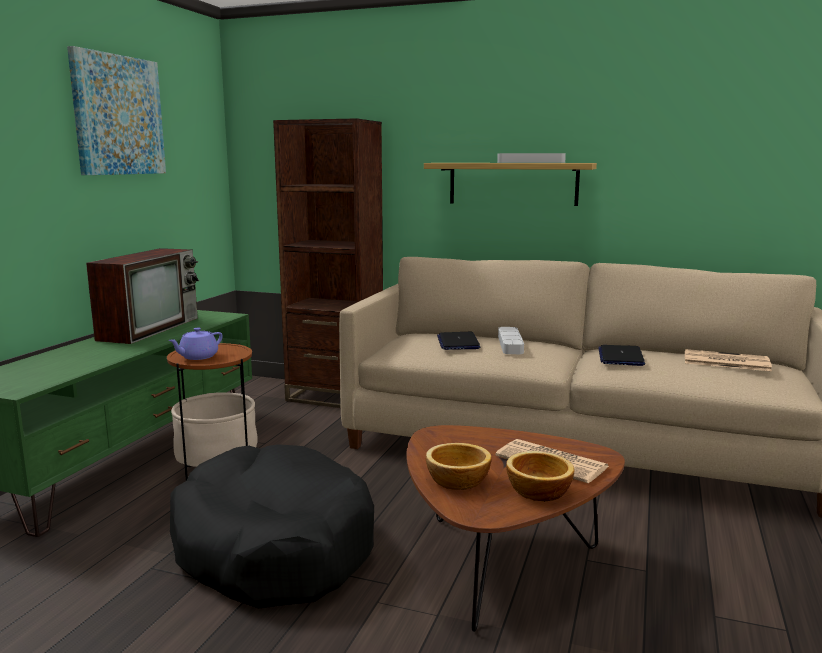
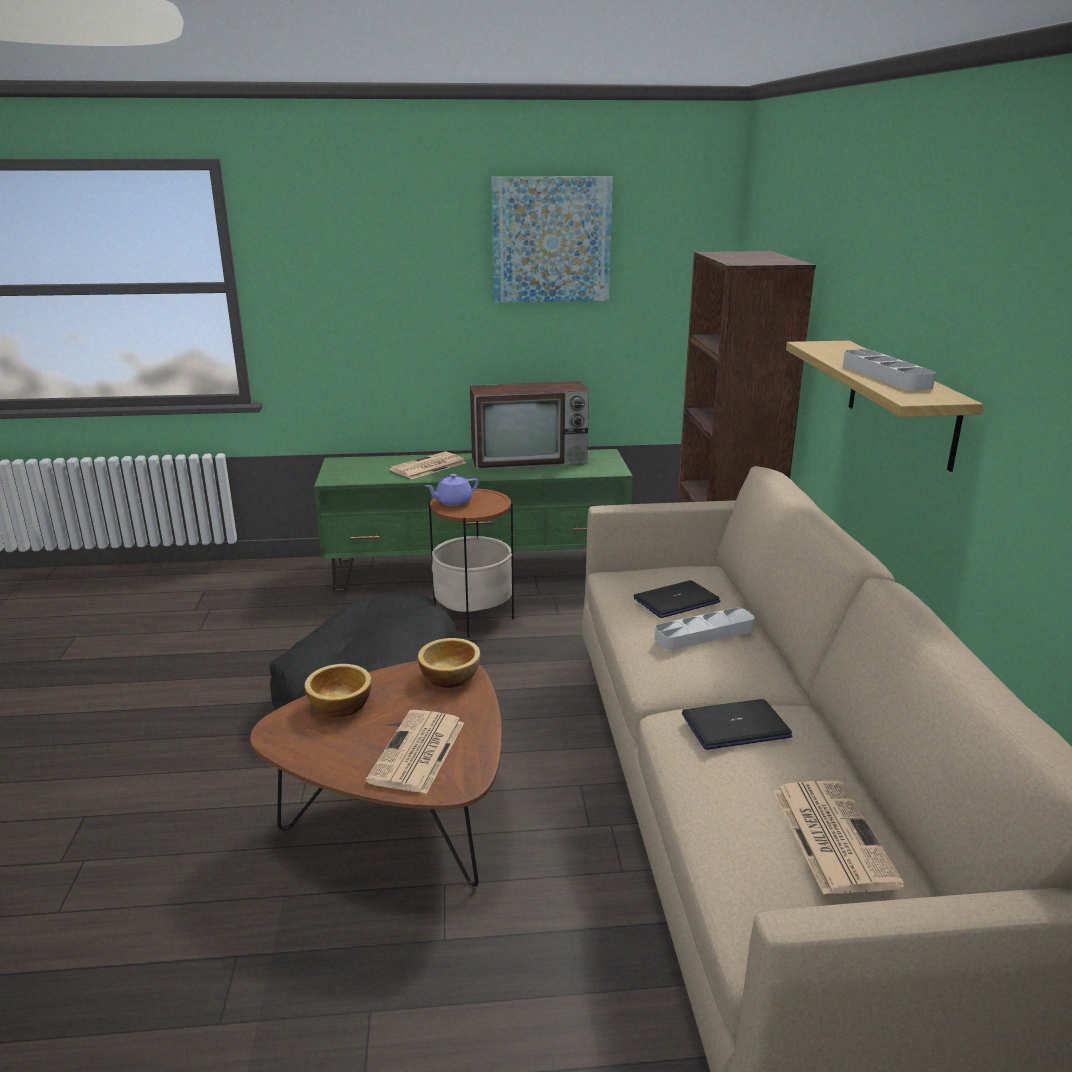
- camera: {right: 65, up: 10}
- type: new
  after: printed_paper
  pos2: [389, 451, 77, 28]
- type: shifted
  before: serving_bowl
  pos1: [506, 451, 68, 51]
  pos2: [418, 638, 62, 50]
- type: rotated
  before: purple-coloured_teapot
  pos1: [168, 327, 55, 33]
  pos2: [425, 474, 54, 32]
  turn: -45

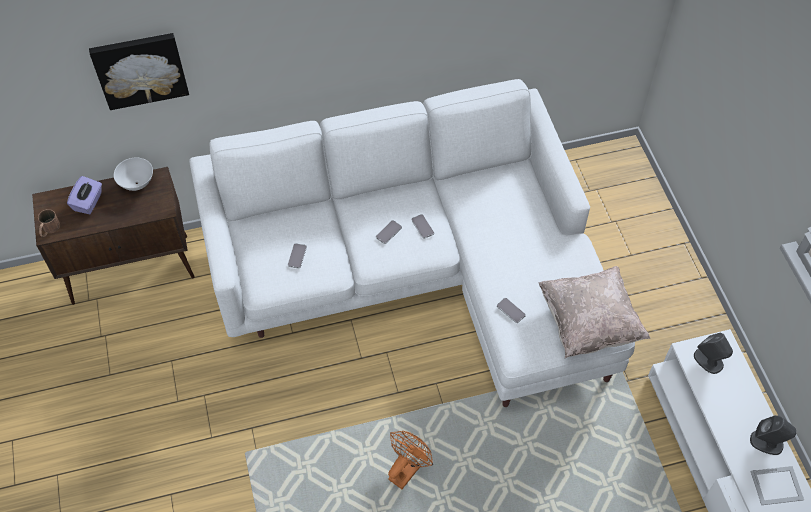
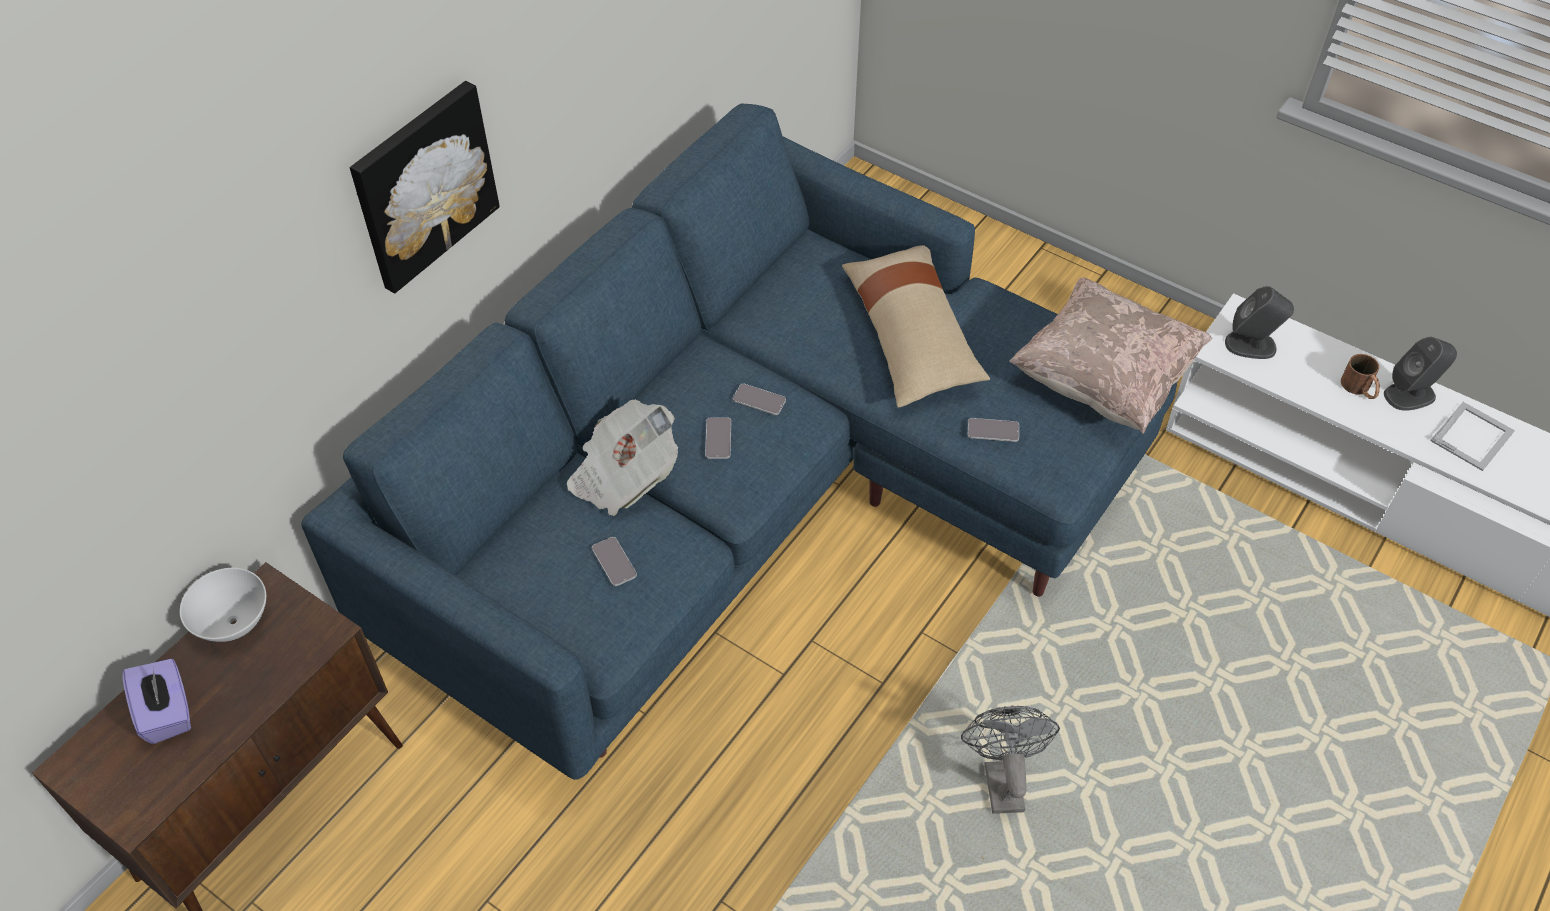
- camera: {right: -40, up: -5}
- type: repainted
  before: whitish_couch
  after: bluish_couch
  pos1: [189, 79, 446, 328]
  pos2: [301, 104, 876, 676]
- type: shifted
  before: wall_art
  pos1: [89, 33, 100, 77]
  pos2: [350, 81, 150, 213]
- type: new
  after: printed_paper
  pos2: [567, 399, 111, 117]
- type: new
  after: beige-coloured_pillow
  pos2: [842, 245, 148, 163]
- type: repainted
  before: orange-coloured_electric_fan
  after: gray_electric_fan
  pos1: [388, 431, 45, 58]
  pos2: [961, 706, 99, 108]
- type: shifted
  before: brownish_tea_mug
  pos1: [38, 209, 22, 28]
  pos2: [1341, 354, 39, 45]

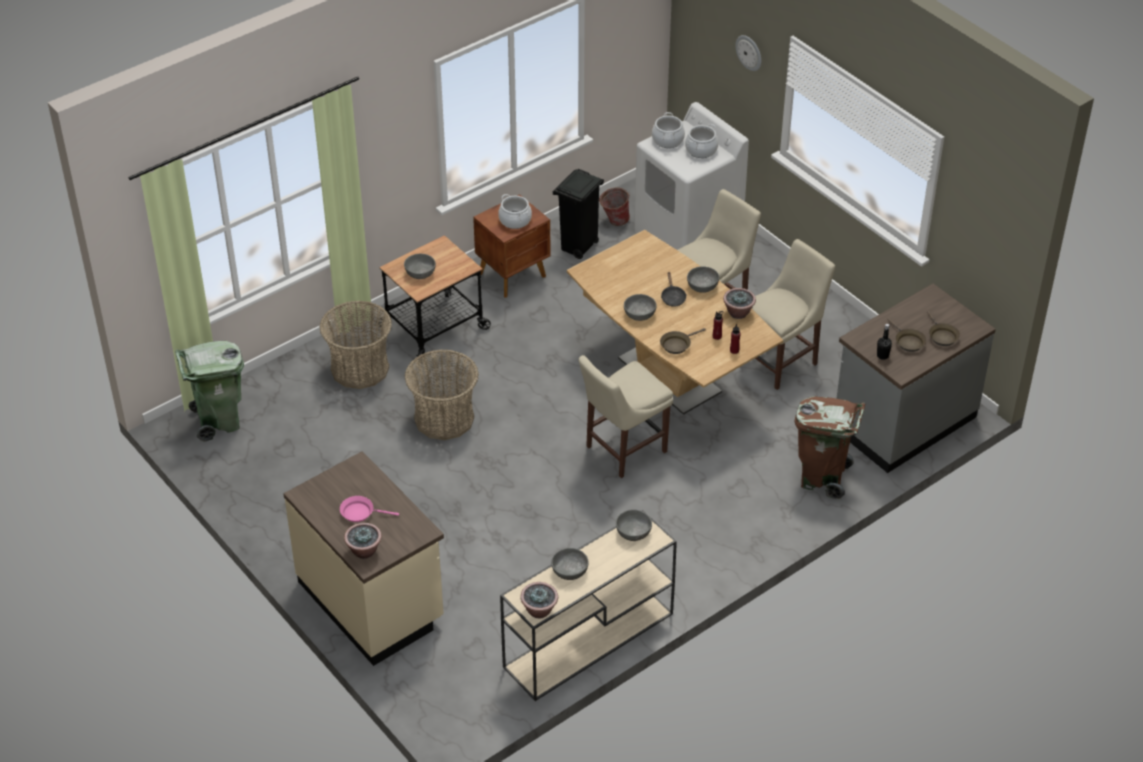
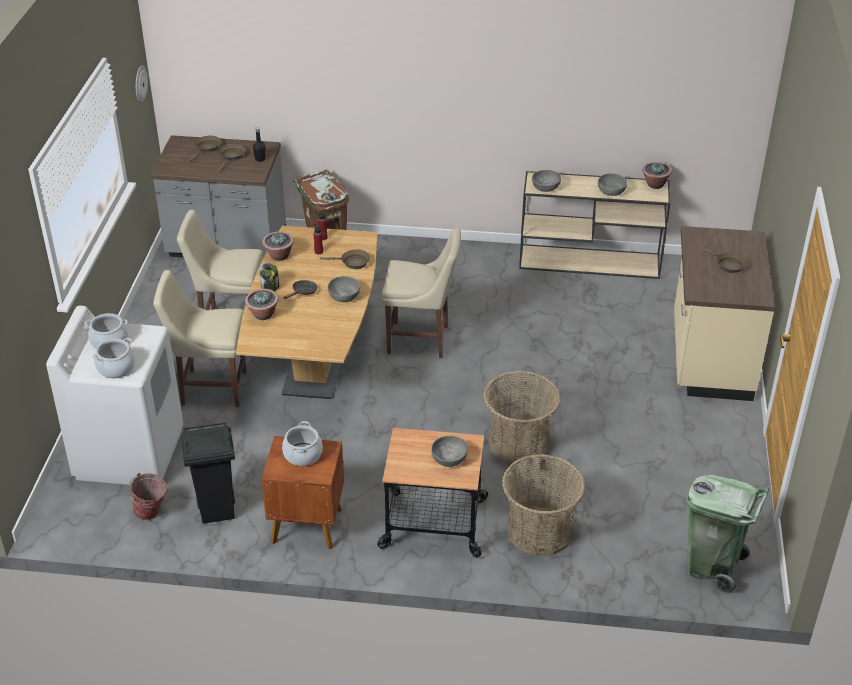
- camera: {right: -135, up: -5}
- type: shifted
  before: hanging_clock
  pos1: [735, 35, 26, 36]
  pos2: [136, 65, 12, 38]
- type: shifted
  before: houseplant
  pos1: [344, 523, 38, 36]
  pos2: [245, 289, 34, 31]
- type: swapped
  before: gray_serving_bowl
  after: preserve_jar
  pos1: [687, 266, 32, 27]
  pos2: [259, 263, 20, 28]
- type: repainted
  before: pink_skillet
  after: brownish_skillet
  pos1: [340, 496, 59, 26]
  pos2: [701, 247, 46, 26]

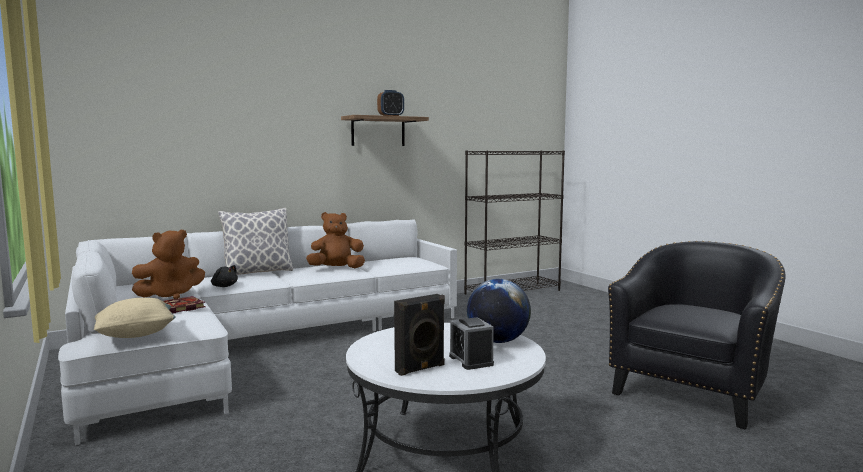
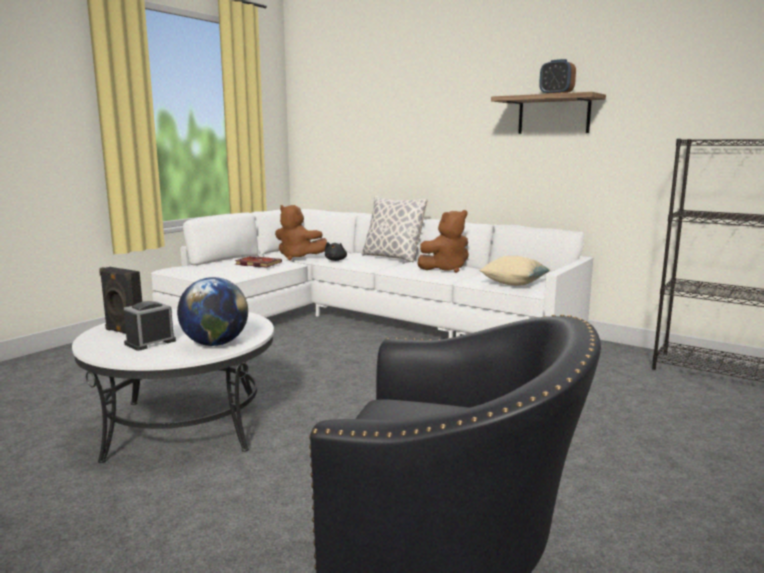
- camera: {right: 65, up: 5}
- type: rotated
  before: brownish_soft_toy
  pos1: [306, 212, 59, 56]
  pos2: [417, 210, 52, 63]
  turn: 105
- type: shifted
  before: beige-coloured_pillow
  pos1: [94, 298, 82, 40]
  pos2: [479, 256, 71, 30]

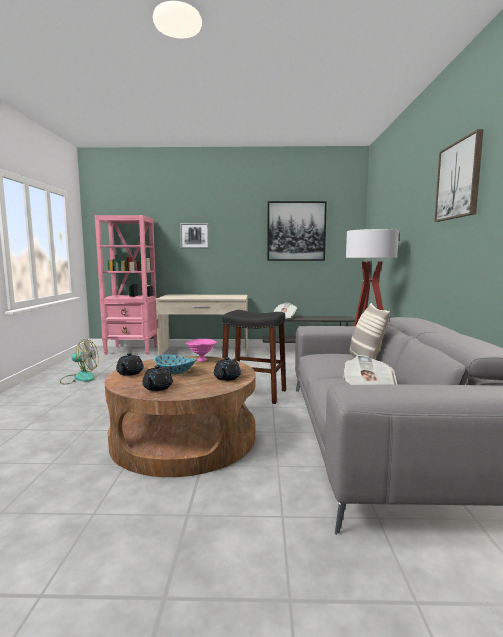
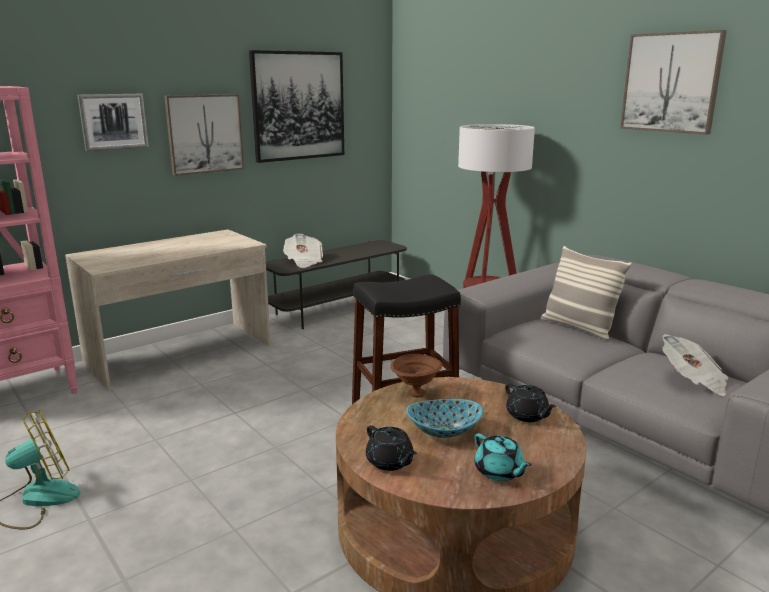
- camera: {right: -40, up: 10}
- type: new
  after: wall_art
  pos2: [164, 94, 80, 82]
- type: repainted
  before: pink_serving_bowl
  after: brownish_serving_bowl
  pos1: [186, 339, 31, 23]
  pos2: [391, 354, 51, 43]
- type: repainted
  before: black-coloured_teapot
  after: turquoise-coloured_teapot
  pos1: [142, 365, 31, 26]
  pos2: [474, 433, 57, 48]

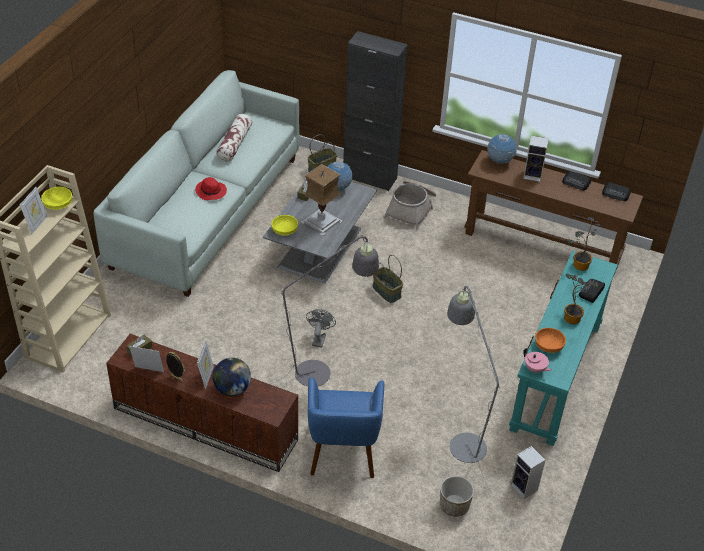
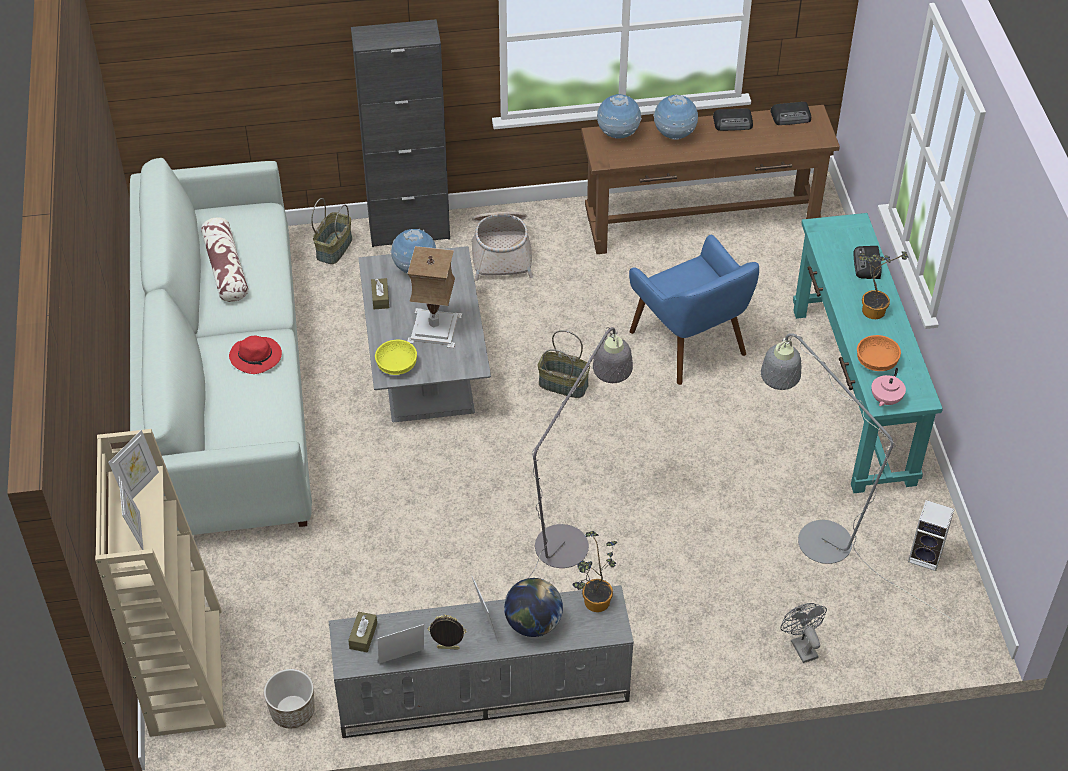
- camera: {right: -30, up: 5}
- type: swapped
  before: yellow_serving_bowl
  after: photo_frame
  pos1: [41, 187, 31, 23]
  pos2: [108, 430, 51, 69]
- type: shifted
  before: plant_pot
  pos1: [440, 476, 34, 41]
  pos2: [264, 669, 51, 59]
- type: repainted
  before: brownish_tv_stand
  after: gray_tv_stand
  pos1: [106, 334, 192, 138]
  pos2: [329, 585, 305, 153]
- type: shifted
  before: houseplant
  pos1: [567, 217, 35, 54]
  pos2: [572, 531, 45, 81]
- type: shifted
  before: bluish_lounge_chair
  pos1: [308, 377, 76, 101]
  pos2: [629, 235, 130, 150]
- type: swapped
  before: loudspeaker
  after: globe
  pos1: [523, 136, 26, 46]
  pos2: [653, 95, 45, 45]
- type: shifted
  before: gray_electric_fan
  pos1: [306, 309, 30, 39]
  pos2: [780, 603, 47, 60]
- type: rotated
  before: pink_teapot
  pos1: [523, 348, 29, 25]
  pos2: [871, 367, 35, 39]
  turn: 105

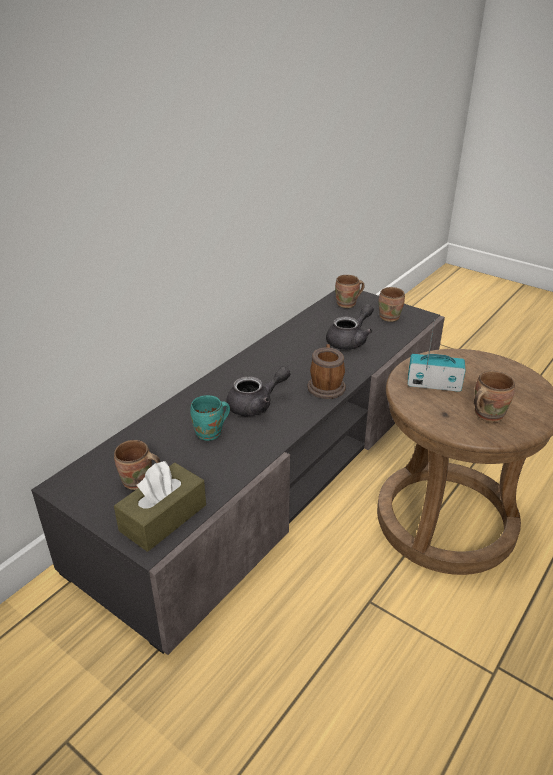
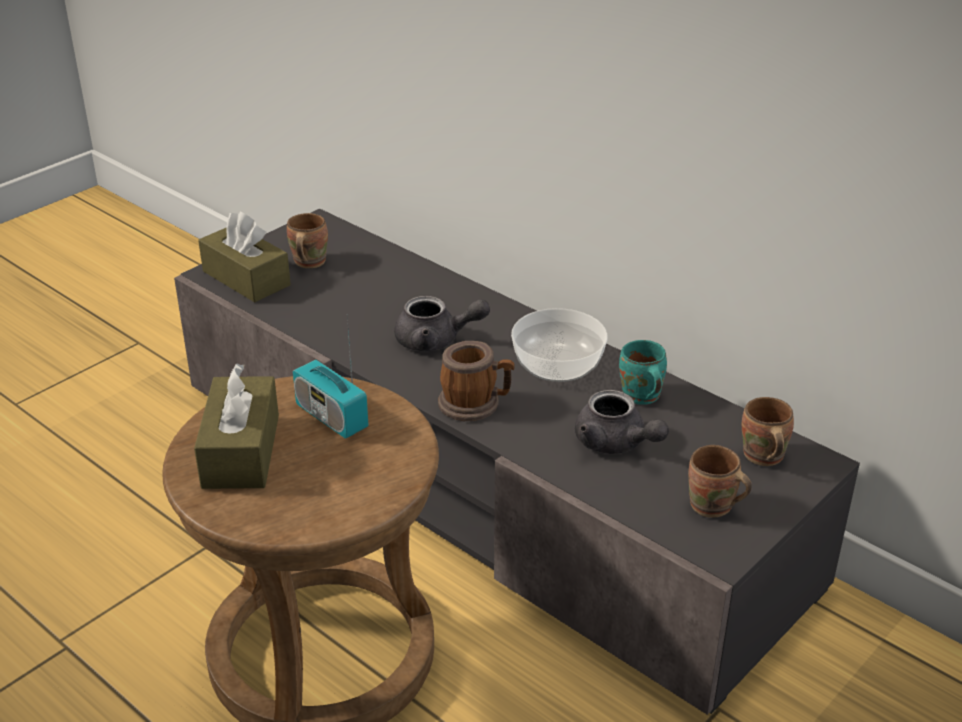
- camera: {right: 95, up: 0}
- type: swapped
  before: brownish_tea_mug
  after: brownish_tissue_box
  pos1: [474, 371, 41, 52]
  pos2: [194, 363, 85, 126]
- type: rotated
  before: radio_receiver
  pos1: [408, 325, 58, 67]
  pos2: [293, 317, 75, 122]
  turn: 120
- type: rotated
  before: gray_teapot
  pos1: [226, 366, 64, 50]
  pos2: [394, 296, 96, 55]
  turn: -60
- type: new
  after: serving_bowl
  pos2: [511, 308, 96, 74]
- type: shifted
  before: turquoise-coloured_tea_mug
  pos1: [190, 395, 40, 46]
  pos2: [619, 340, 48, 65]

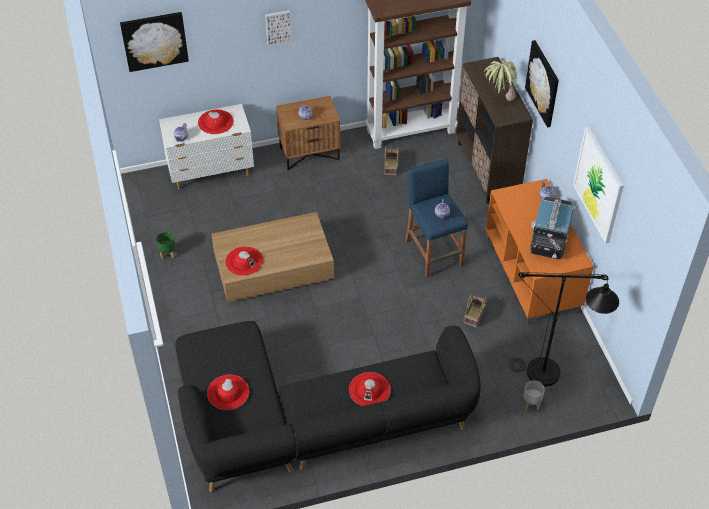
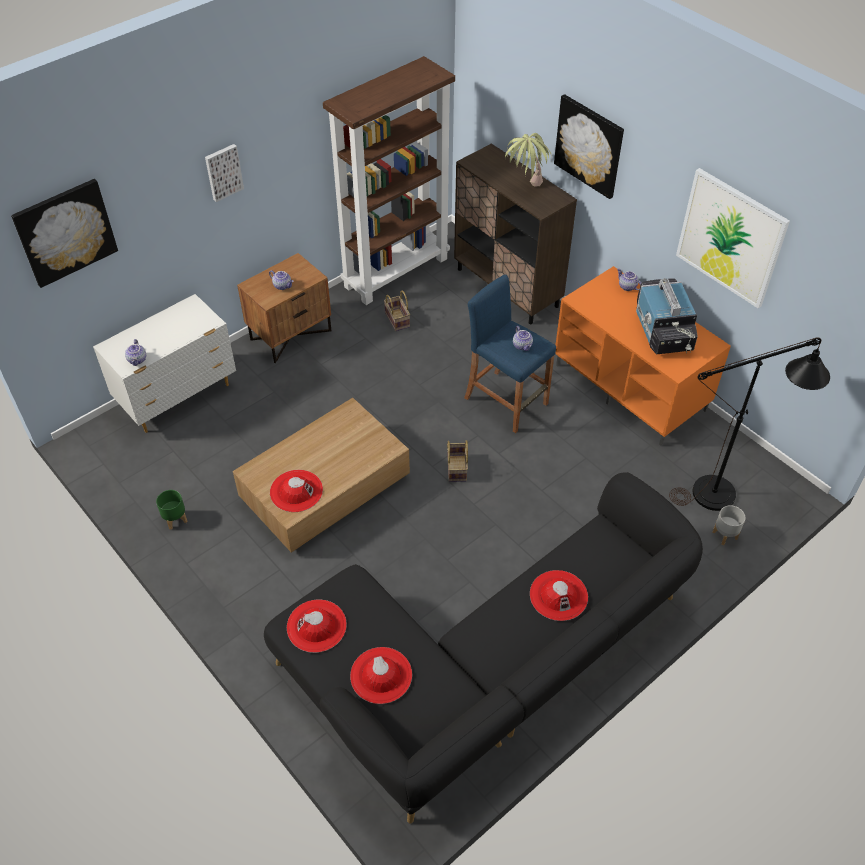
- camera: {right: -25, up: 0}
- type: shifted
  before: red-coloured_clothing_hat
  pos1: [198, 109, 36, 25]
  pos2: [287, 600, 60, 53]
- type: shifted
  before: basket
  pos1: [464, 293, 23, 35]
  pos2: [447, 440, 21, 42]

